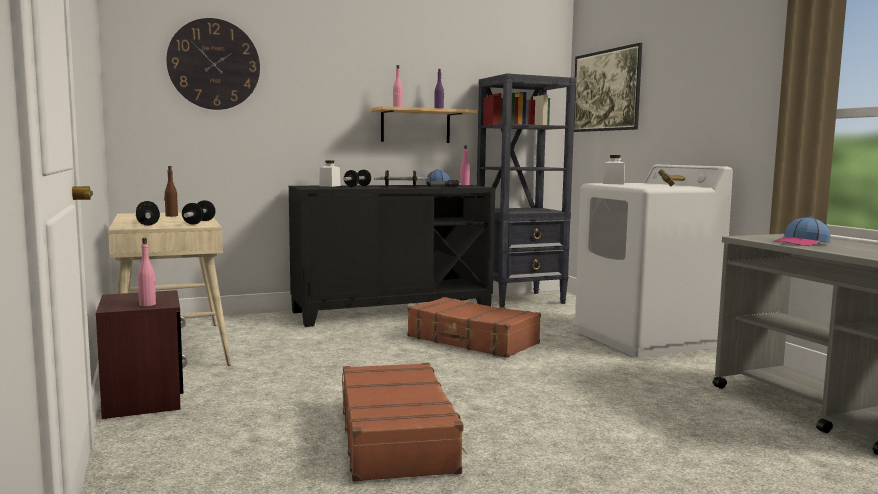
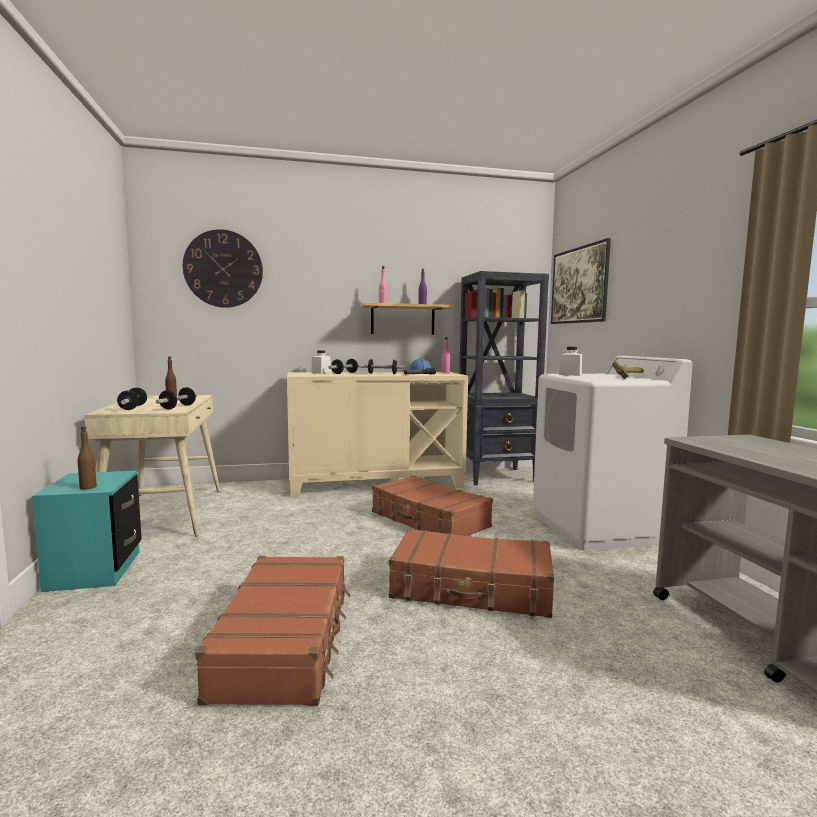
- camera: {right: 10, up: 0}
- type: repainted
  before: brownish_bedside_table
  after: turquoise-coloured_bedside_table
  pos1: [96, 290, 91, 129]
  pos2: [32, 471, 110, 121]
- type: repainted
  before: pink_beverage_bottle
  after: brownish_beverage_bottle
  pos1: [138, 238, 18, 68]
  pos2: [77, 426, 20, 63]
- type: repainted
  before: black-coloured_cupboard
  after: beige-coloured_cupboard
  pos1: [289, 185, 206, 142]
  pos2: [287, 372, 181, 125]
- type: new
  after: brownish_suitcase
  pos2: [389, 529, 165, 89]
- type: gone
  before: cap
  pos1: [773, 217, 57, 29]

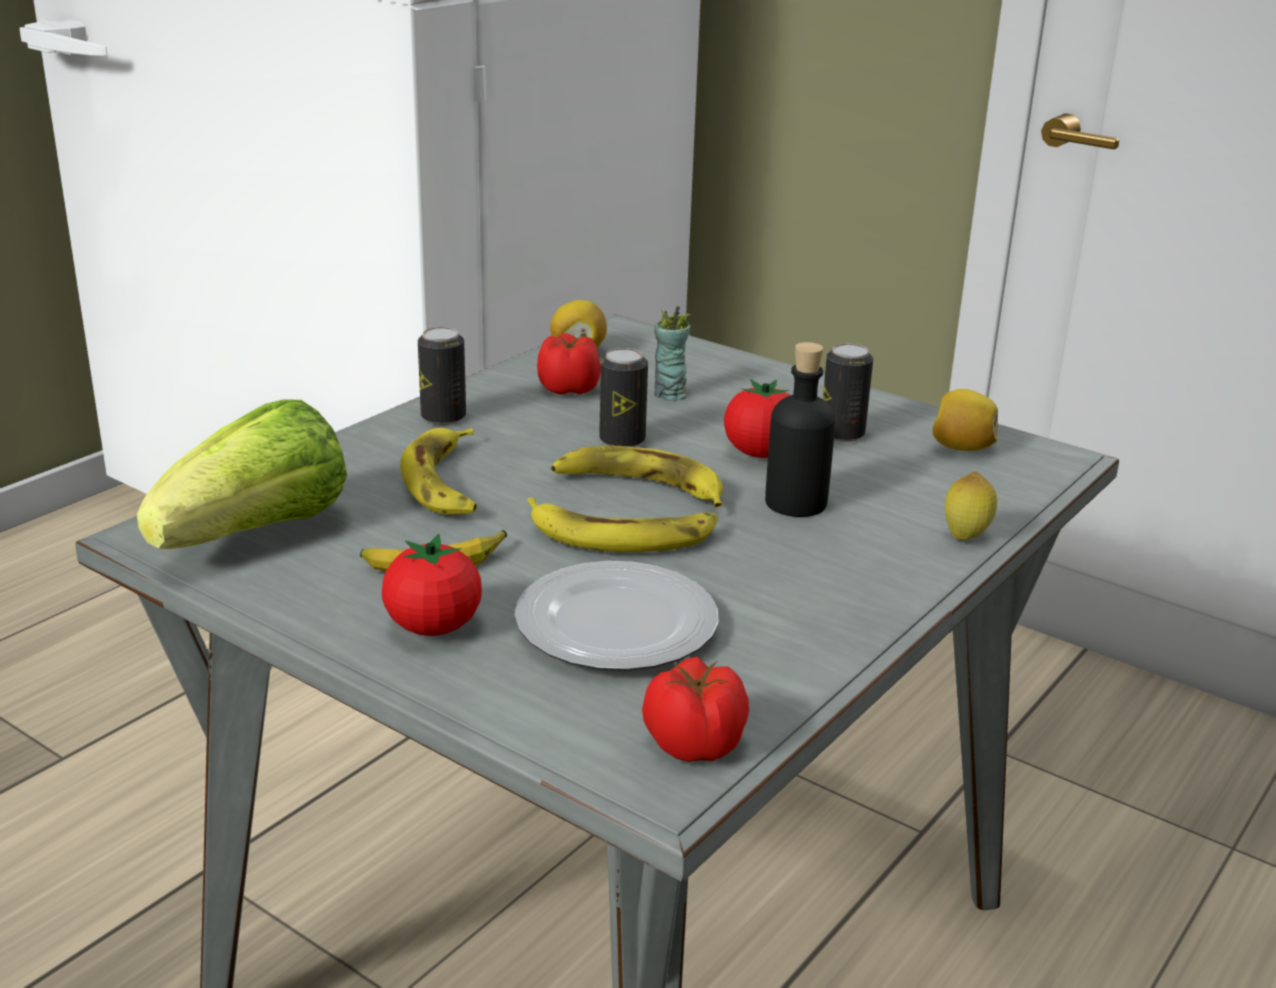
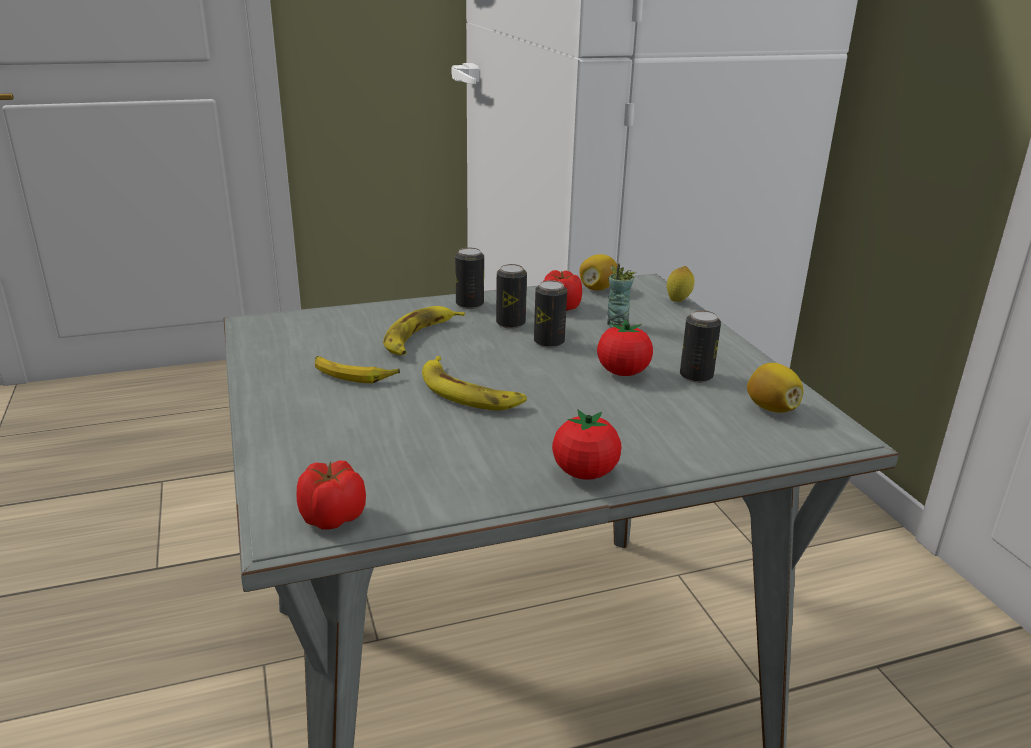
- camera: {right: 35, up: 0}
- type: new
  after: can
  pos2: [496, 264, 31, 65]
- type: shifted
  before: tomato
  pos1: [382, 534, 100, 102]
  pos2: [552, 409, 69, 71]
- type: shifted
  before: whole_lemon
  pos1: [945, 472, 52, 68]
  pos2: [667, 266, 28, 36]
- type: gone
  before: lettuce_head
  pos1: [137, 399, 210, 150]
- type: gone
  before: flat_dish
  pos1: [515, 561, 204, 110]
- type: gone
  before: banana_fruit
  pos1: [551, 446, 172, 62]
- type: gone
  before: black-coloured_beverage_bottle
  pos1: [765, 342, 70, 175]

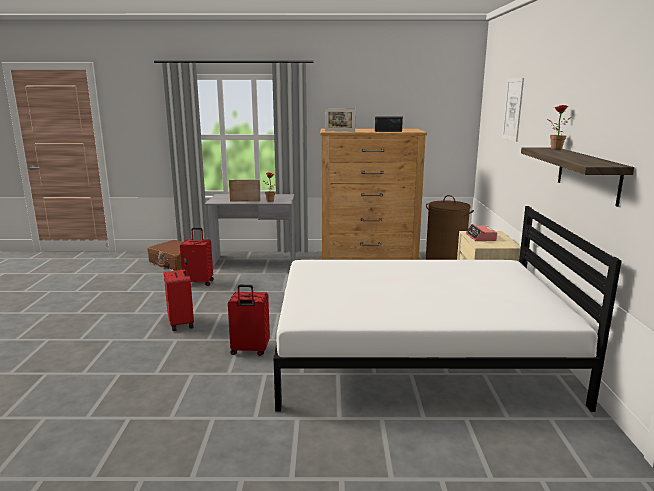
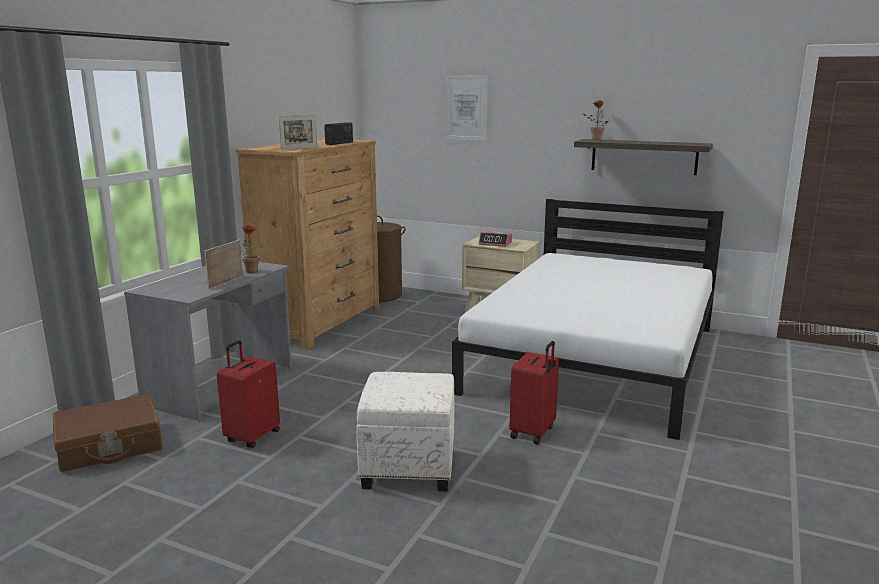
- camera: {right: -65, up: 0}
- type: swapped
  before: red-coloured_suitcase
  after: whitish_pouffe
  pos1: [164, 258, 30, 73]
  pos2: [356, 372, 99, 119]

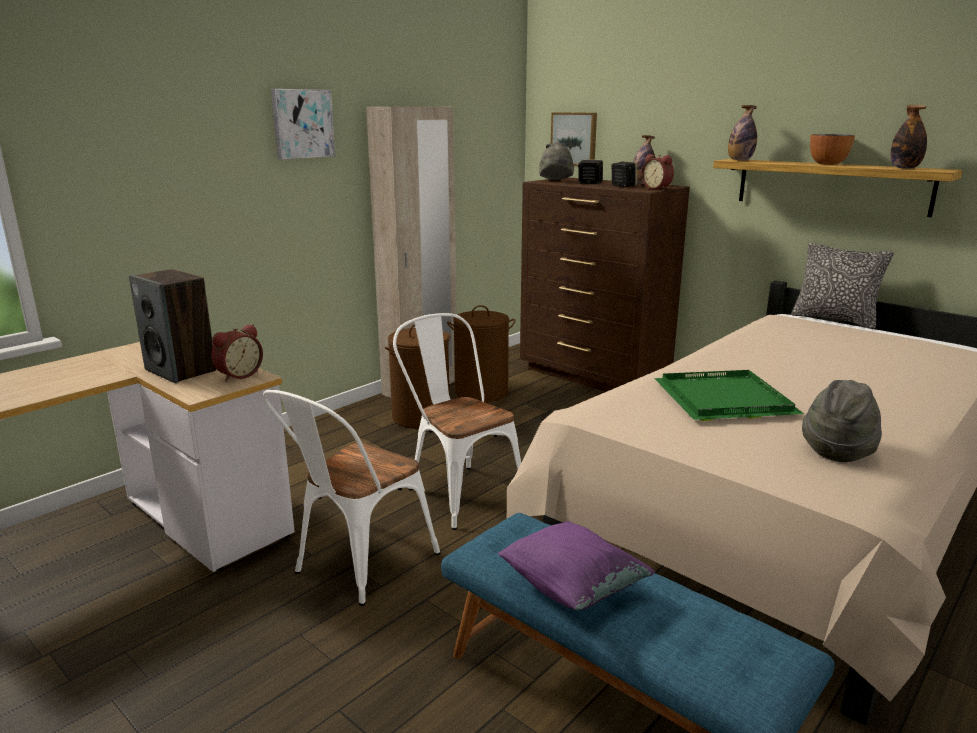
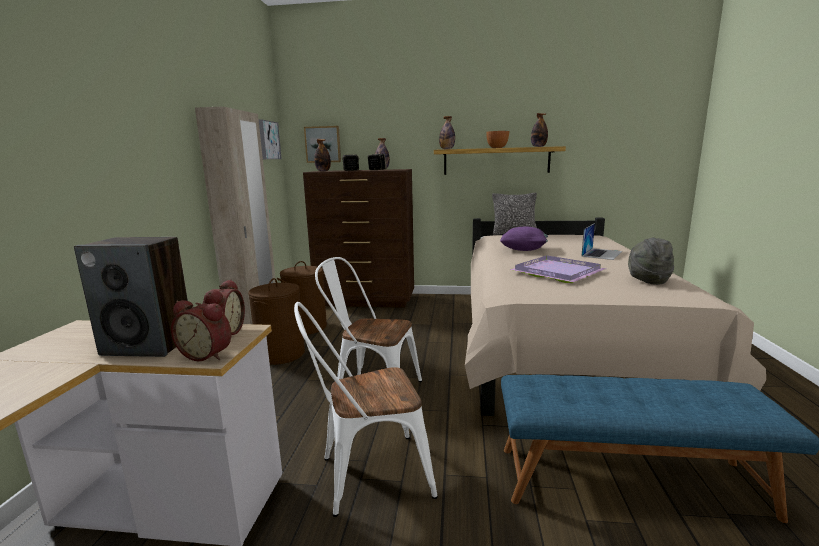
- camera: {right: -35, up: -5}
- type: shifted
  before: alarm_clock
  pos1: [641, 154, 33, 36]
  pos2: [171, 300, 61, 61]
- type: shifted
  before: wall_art
  pos1: [271, 89, 64, 70]
  pos2: [259, 120, 23, 39]
- type: rotated
  before: whitish_chair
  pos1: [263, 390, 177, 216]
  pos2: [294, 302, 144, 215]
  turn: 75
- type: swapped
  before: gray_clothing_hat
  after: beverage_bottle
  pos1: [539, 142, 35, 38]
  pos2: [314, 139, 17, 32]
- type: shifted
  before: purple-coloured_pillow
  pos1: [498, 521, 157, 89]
  pos2: [500, 226, 48, 25]
- type: repainted
  before: green_tray
  after: purple-coloured_tray
  pos1: [654, 370, 150, 51]
  pos2: [509, 255, 97, 28]
- type: new
  after: laptop
  pos2: [581, 223, 41, 37]

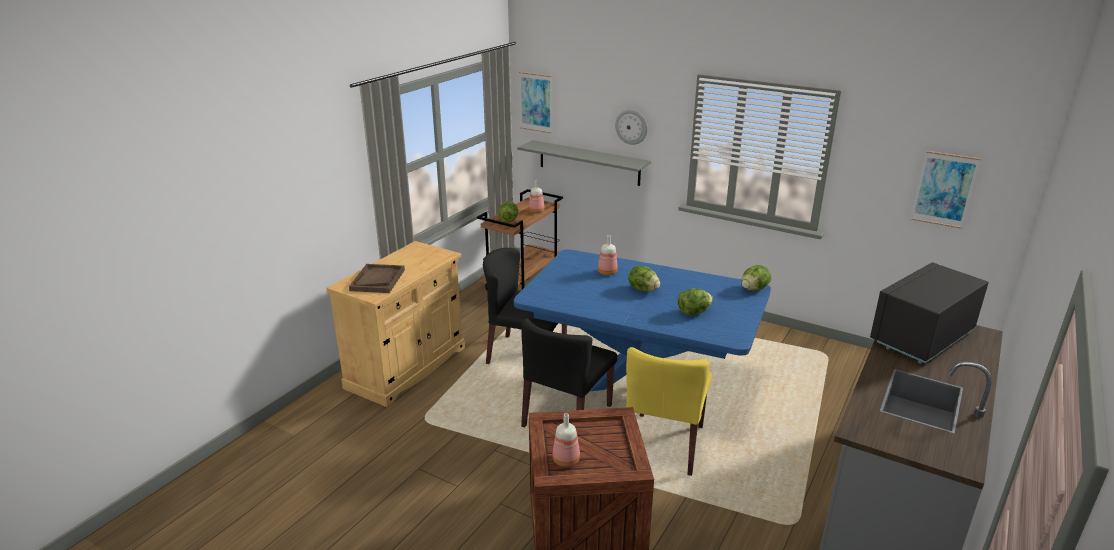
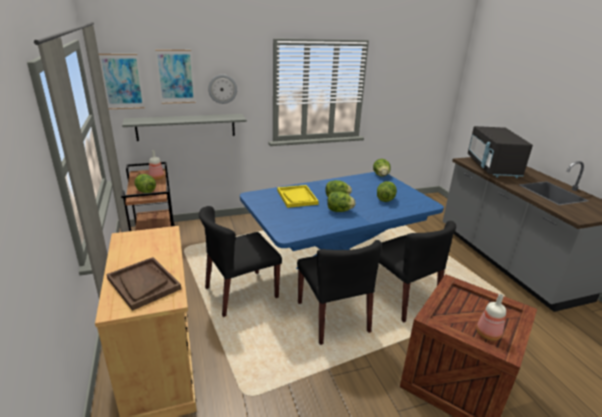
- camera: {right: -50, up: 0}
- type: shifted
  before: wall_art
  pos1: [911, 151, 70, 78]
  pos2: [155, 49, 40, 55]
- type: swapped
  before: beverage_bottle
  after: yellow_tray
  pos1: [598, 235, 20, 41]
  pos2: [277, 185, 42, 23]
- type: new
  after: lettuce_head
  pos2: [327, 191, 29, 21]
- type: repainted
  before: yellow_chair
  after: black-coloured_chair
  pos1: [626, 347, 86, 129]
  pos2: [379, 221, 77, 101]

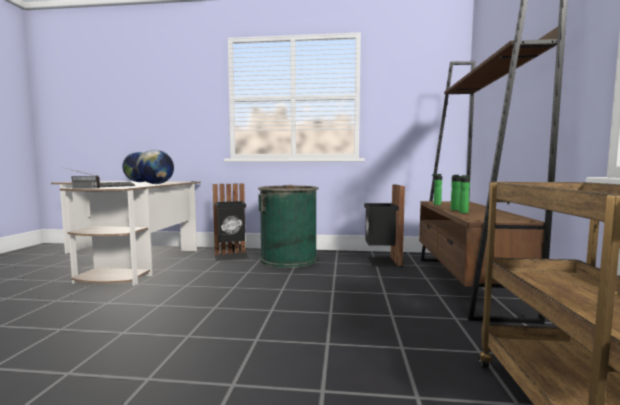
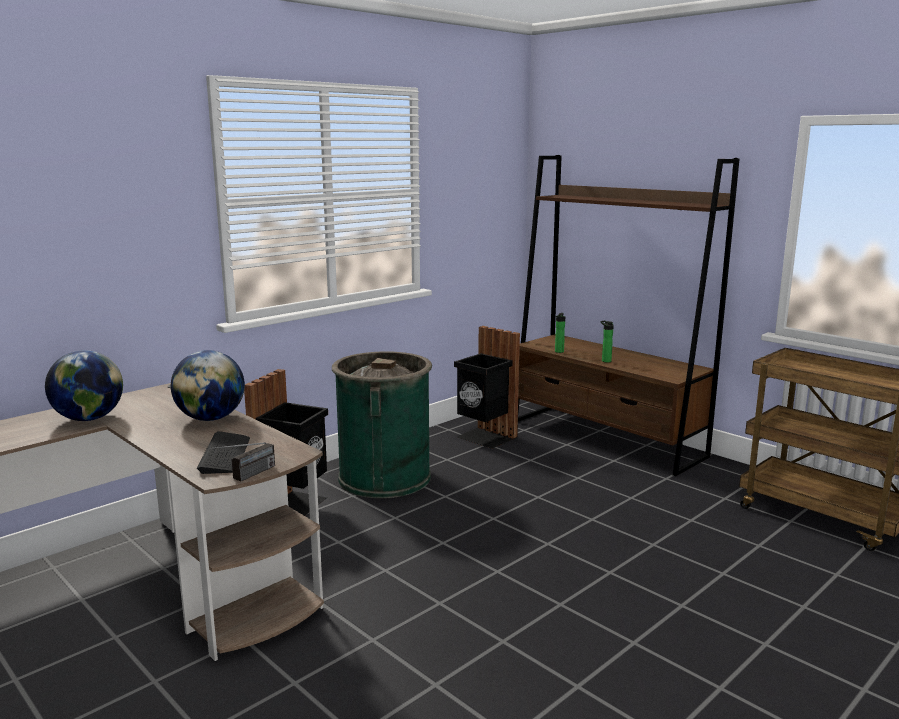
- camera: {right: -50, up: 10}
- type: gone
  before: beverage_bottle
  pos1: [457, 175, 13, 38]

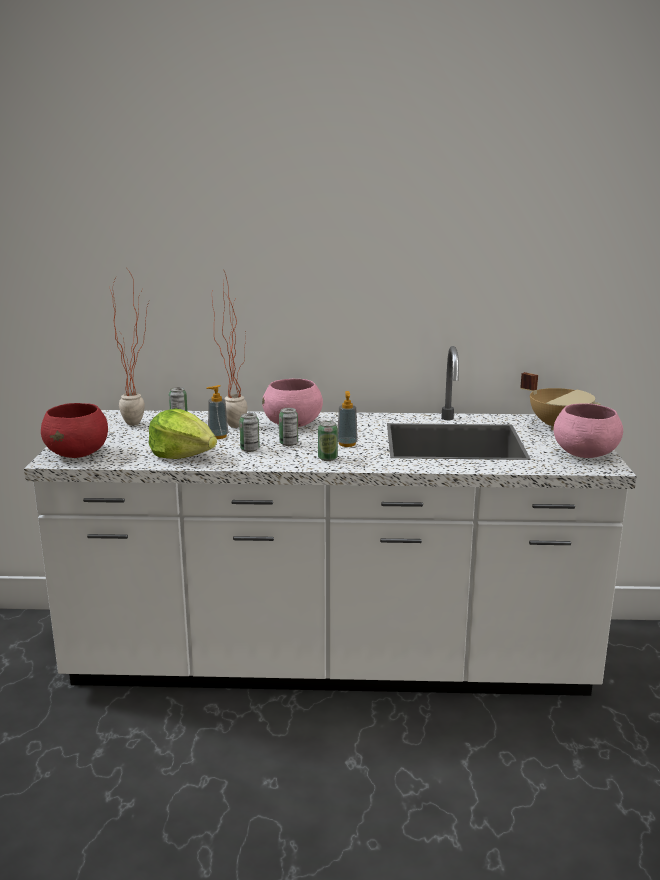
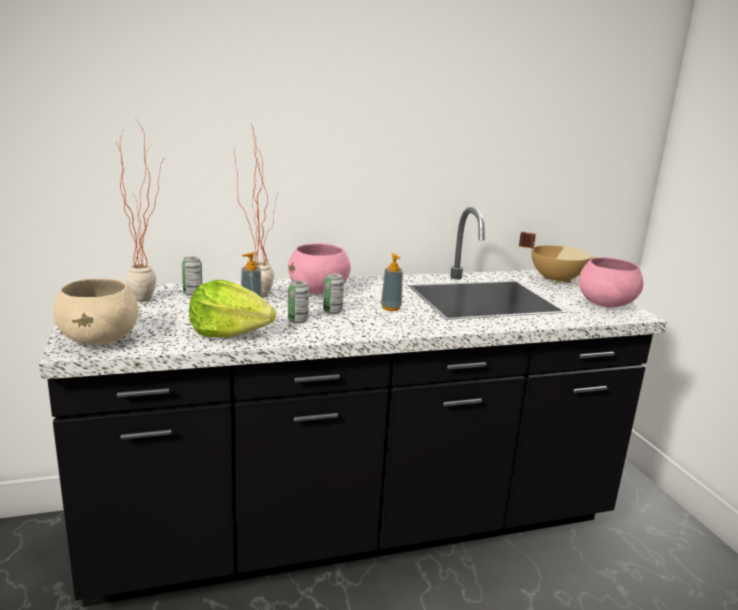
- camera: {right: -20, up: 0}
- type: repainted
  before: whitish_kitchen_counter
  after: black-coloured_kitchen_counter
  pos1: [24, 346, 613, 350]
  pos2: [39, 207, 628, 400]
- type: repainted
  before: red-coloured_serving_bowl
  after: beige-coloured_serving_bowl
  pos1: [41, 403, 67, 55]
  pos2: [53, 278, 85, 67]
- type: gone
  before: can
  pos1: [318, 421, 20, 40]

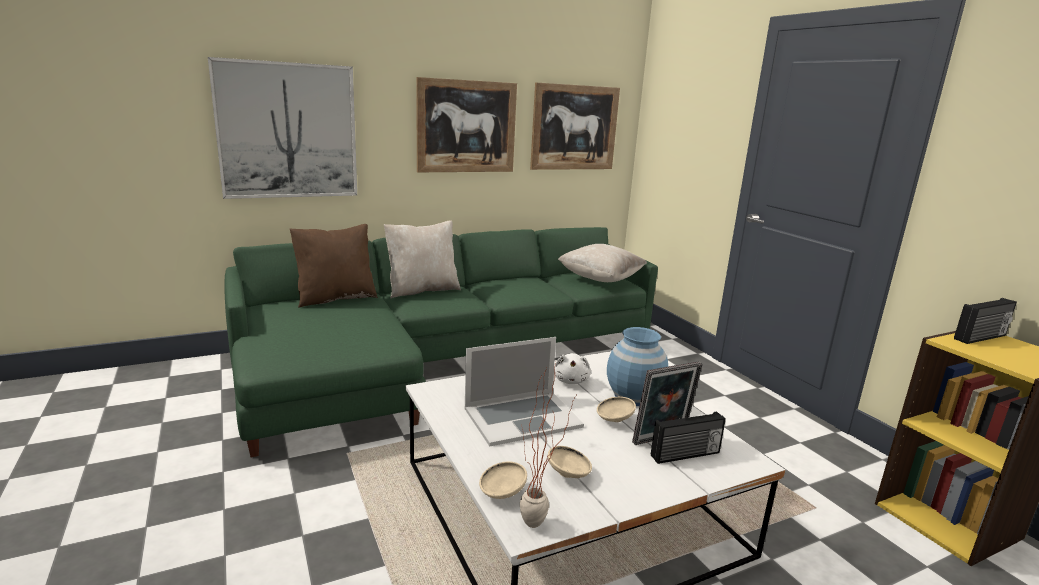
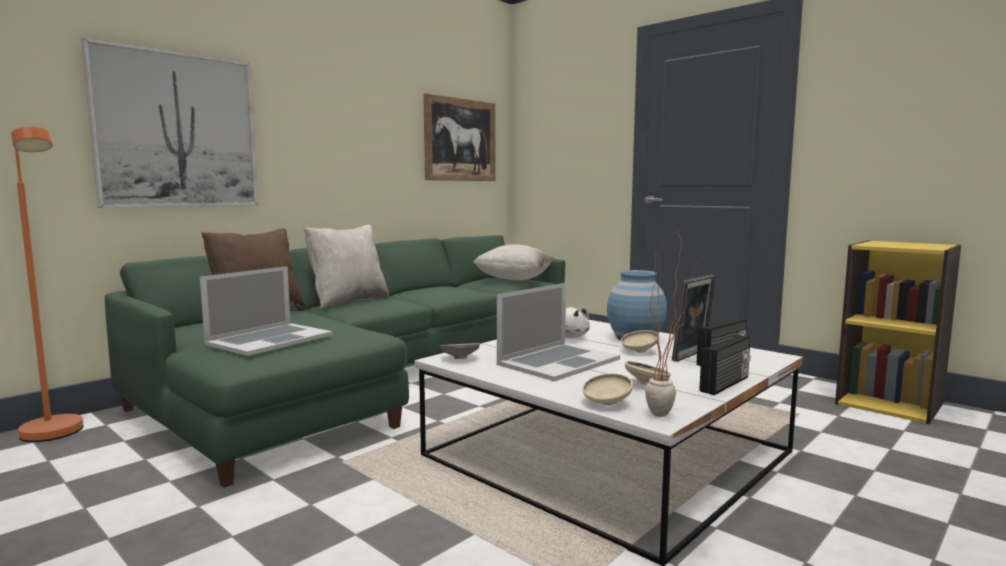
- camera: {right: -20, up: -10}
- type: new
  after: orange-coloured_standing_lamp
  pos2: [11, 127, 72, 315]
- type: new
  after: laptop
  pos2: [200, 266, 133, 90]
- type: new
  after: gray_serving_bowl
  pos2: [440, 343, 40, 16]
- type: shifted
  before: radio_receiver
  pos1: [954, 298, 63, 46]
  pos2: [699, 334, 52, 61]
- type: gone
  before: wall_art
  pos1: [416, 77, 101, 95]

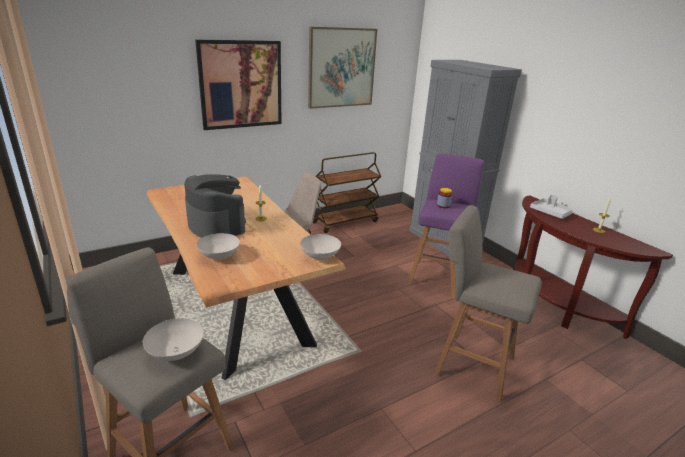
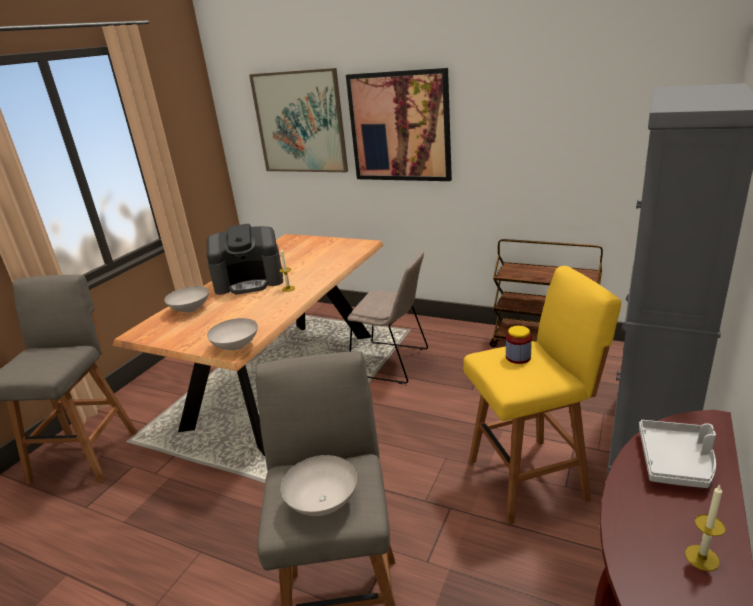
- camera: {right: 60, up: 0}
- type: rotated
  before: coffee_maker
  pos1: [184, 174, 62, 64]
  pos2: [207, 224, 76, 71]
  turn: 60
- type: shifted
  before: wall_art
  pos1: [308, 27, 69, 82]
  pos2: [249, 68, 99, 104]
- type: shifted
  before: whitish_serving_bowl
  pos1: [143, 318, 61, 43]
  pos2: [281, 455, 76, 61]
- type: repainted
  before: purple-coloured_sitting_stool
  after: yellow_sitting_stool
  pos1: [408, 154, 76, 131]
  pos2: [463, 266, 158, 259]

